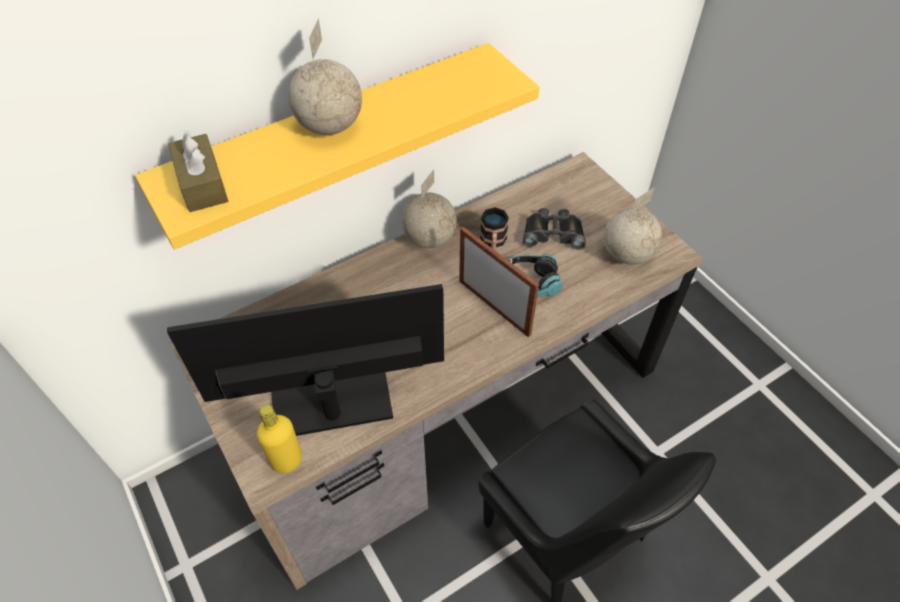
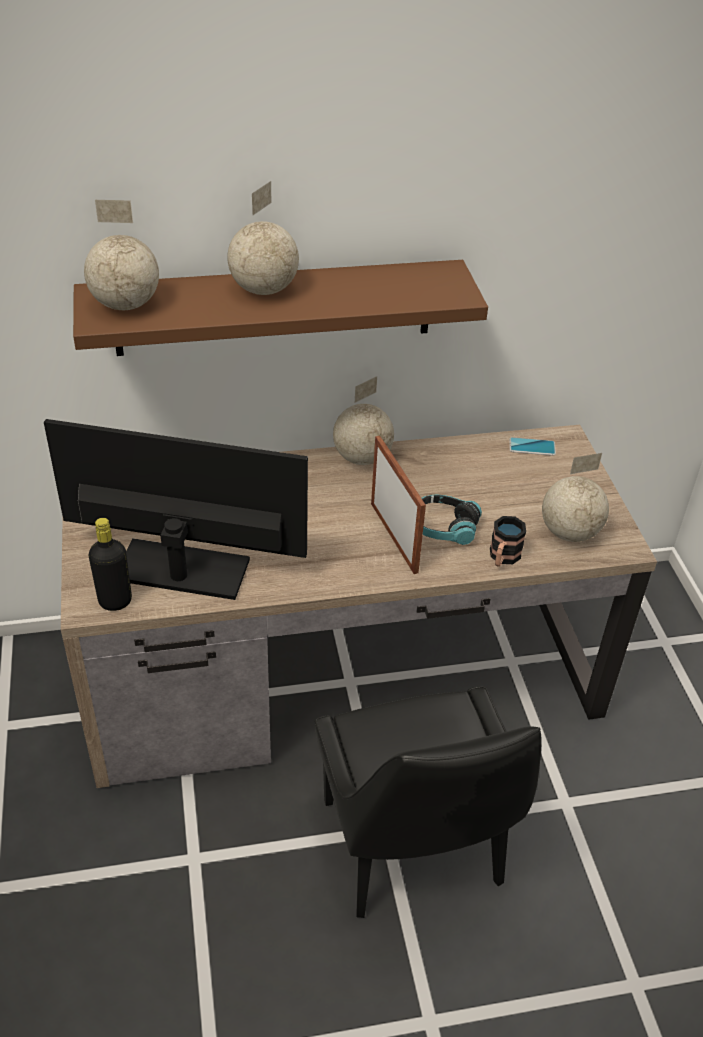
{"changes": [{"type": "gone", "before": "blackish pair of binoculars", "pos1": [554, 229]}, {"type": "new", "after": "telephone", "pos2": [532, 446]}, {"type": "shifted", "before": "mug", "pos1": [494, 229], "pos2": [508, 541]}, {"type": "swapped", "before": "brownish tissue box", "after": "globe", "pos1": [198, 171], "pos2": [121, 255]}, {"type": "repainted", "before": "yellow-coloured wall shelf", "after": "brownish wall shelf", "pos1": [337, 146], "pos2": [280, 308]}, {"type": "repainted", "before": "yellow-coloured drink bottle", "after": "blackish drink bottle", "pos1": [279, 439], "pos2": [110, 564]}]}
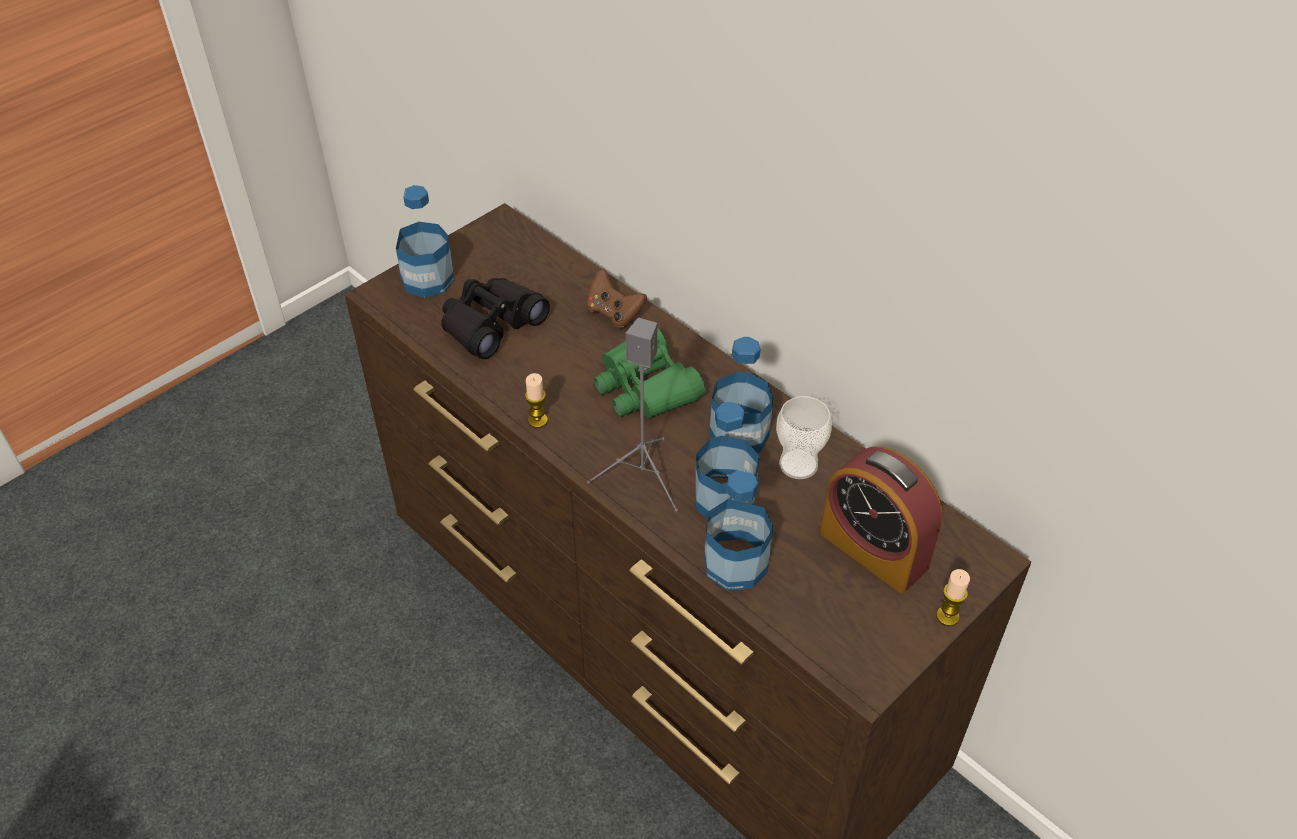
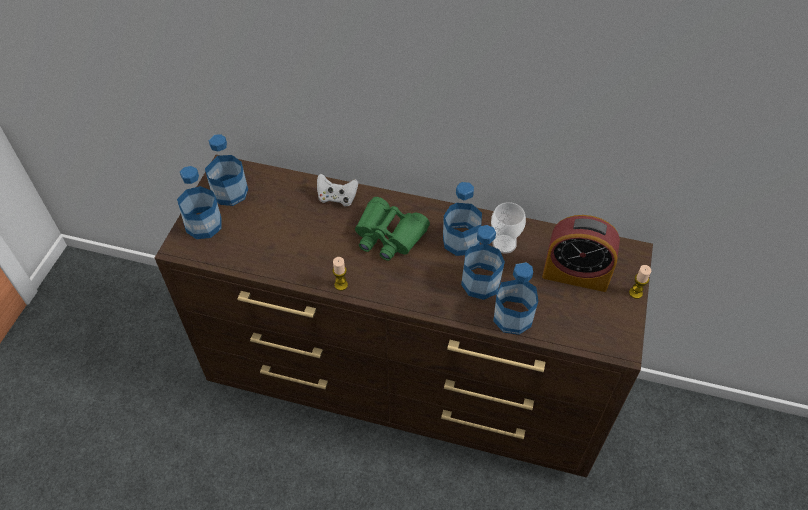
{"changes": [{"type": "gone", "before": "blackish pair of binoculars", "pos1": [495, 318]}, {"type": "gone", "before": "greyish loudspeaker", "pos1": [632, 414]}, {"type": "new", "after": "drink bottle", "pos2": [226, 170]}, {"type": "repainted", "before": "brownish joypad", "after": "white-coloured joypad", "pos1": [617, 298], "pos2": [337, 189]}]}
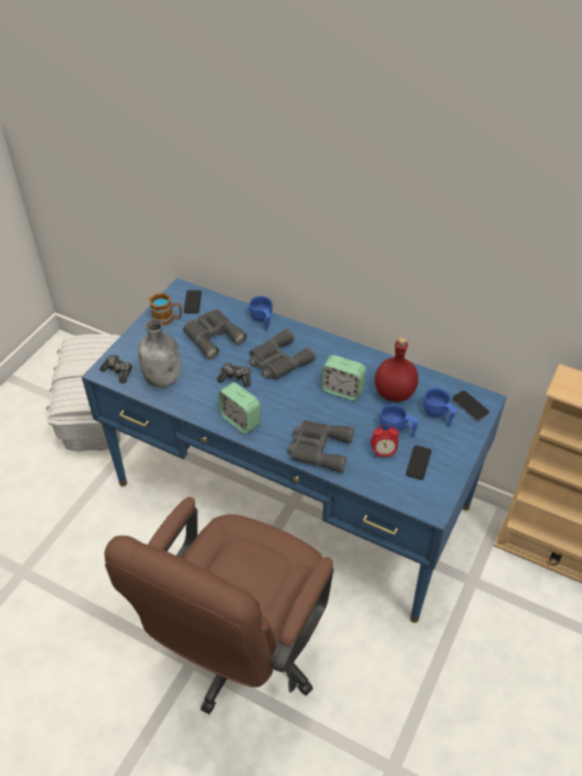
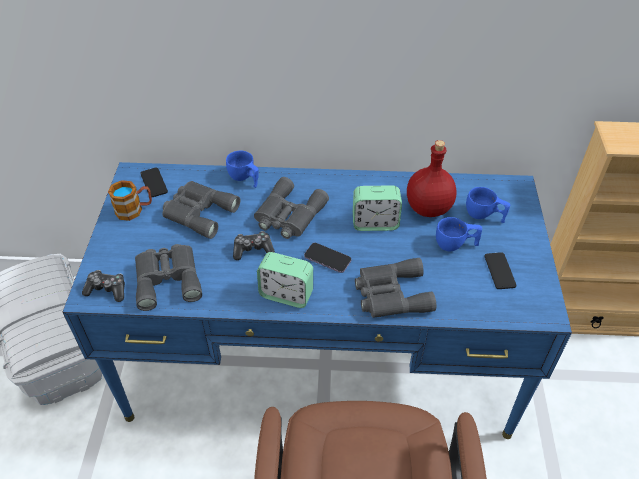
{"changes": [{"type": "gone", "before": "alarm clock", "pos1": [385, 441]}, {"type": "shifted", "before": "telephone", "pos1": [471, 405], "pos2": [327, 258]}, {"type": "swapped", "before": "greyish drink bottle", "after": "greyish pair of binoculars", "pos1": [159, 353], "pos2": [168, 277]}]}
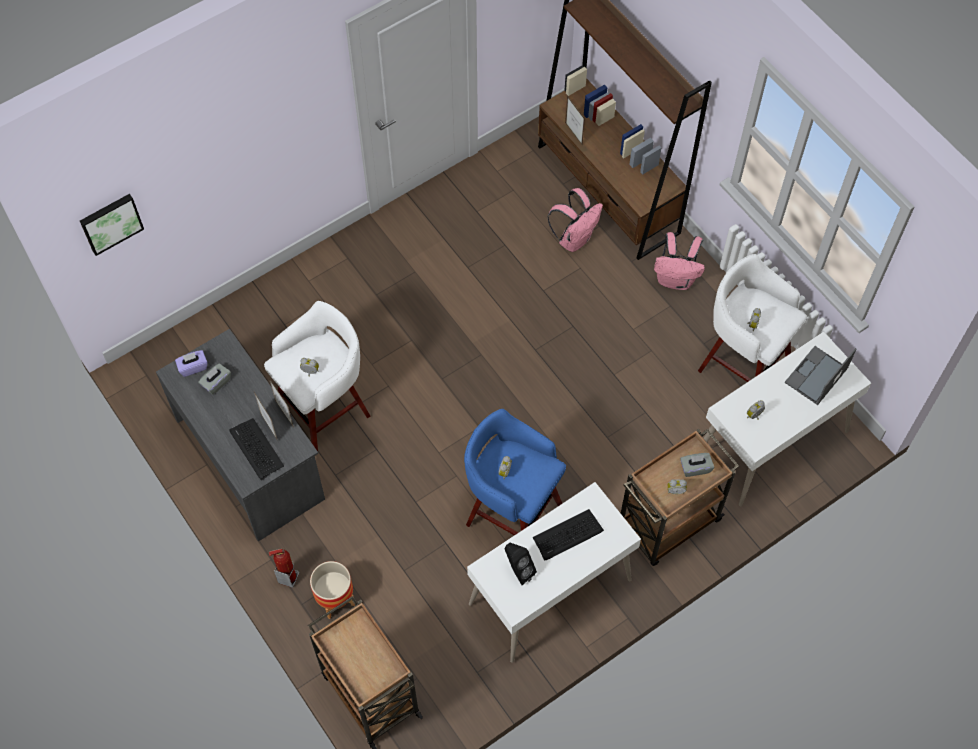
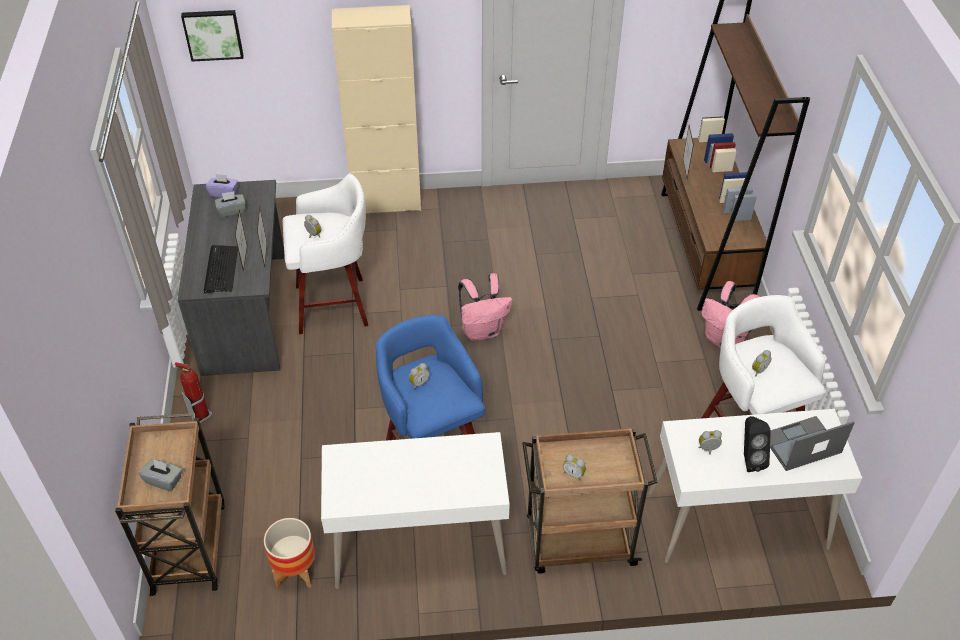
{"changes": [{"type": "gone", "before": "PC keyboard", "pos1": [568, 535]}, {"type": "new", "after": "beige-coloured cupboard", "pos2": [376, 109]}, {"type": "shifted", "before": "planter", "pos1": [332, 590], "pos2": [289, 553]}, {"type": "shifted", "before": "blackish loudspeaker", "pos1": [521, 564], "pos2": [757, 444]}, {"type": "shifted", "before": "pink backpack", "pos1": [575, 220], "pos2": [485, 307]}, {"type": "shifted", "before": "greyish tissue box", "pos1": [697, 465], "pos2": [160, 475]}]}
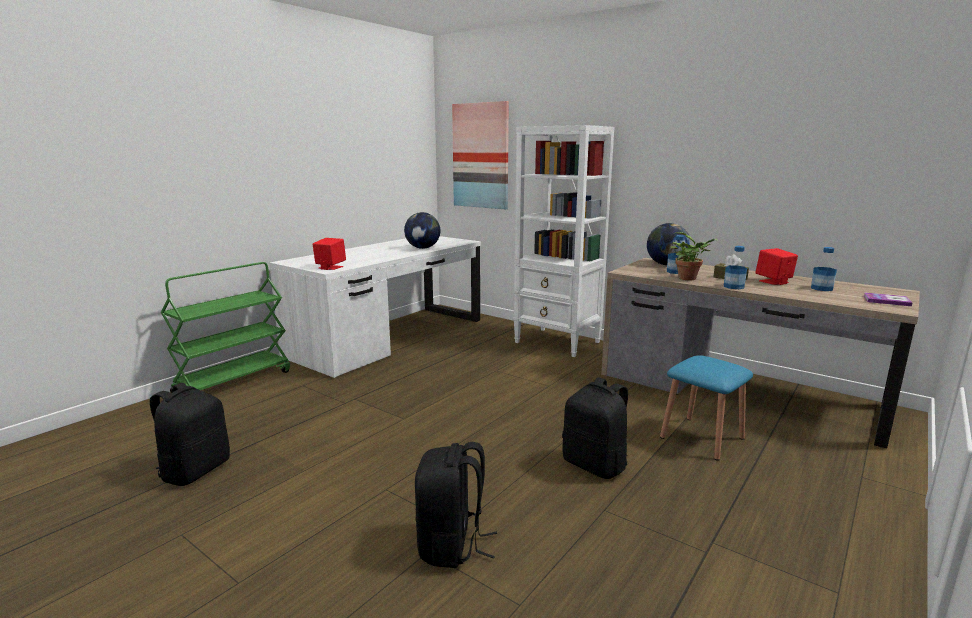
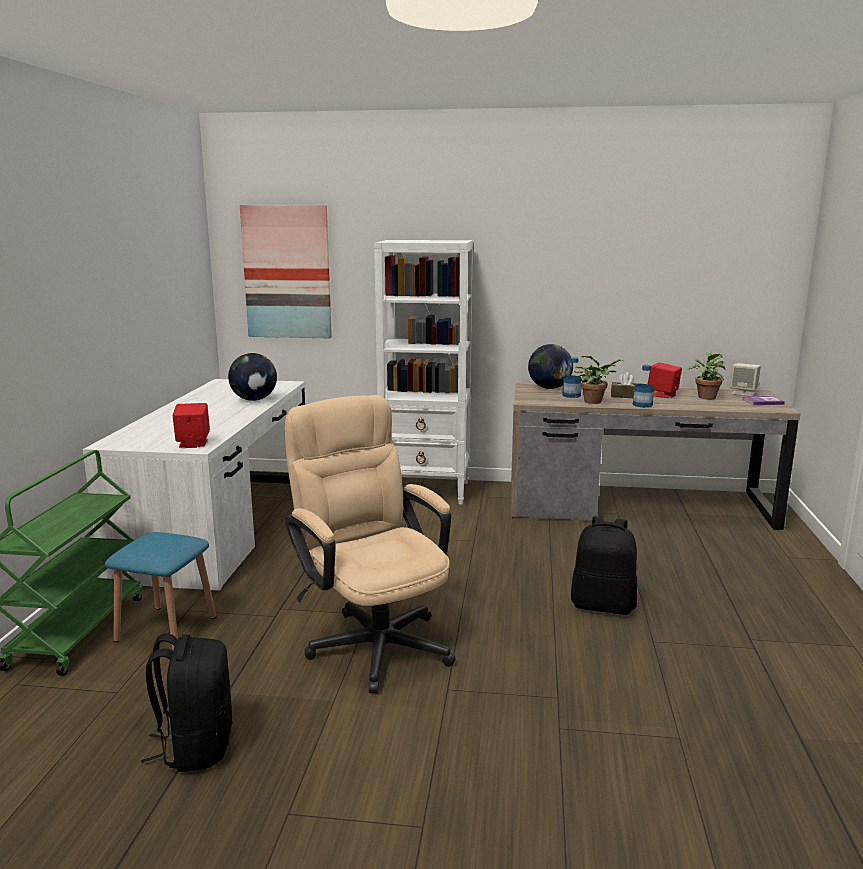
{"changes": [{"type": "gone", "before": "blackish backpack", "pos1": [456, 505]}, {"type": "new", "after": "beige-coloured computer chair", "pos2": [370, 544]}, {"type": "new", "after": "beige-coloured loudspeaker", "pos2": [745, 379]}, {"type": "shifted", "before": "bluish stool", "pos1": [706, 408], "pos2": [161, 591]}, {"type": "swapped", "before": "drink bottle", "after": "plant in a pot", "pos1": [824, 269], "pos2": [706, 375]}]}
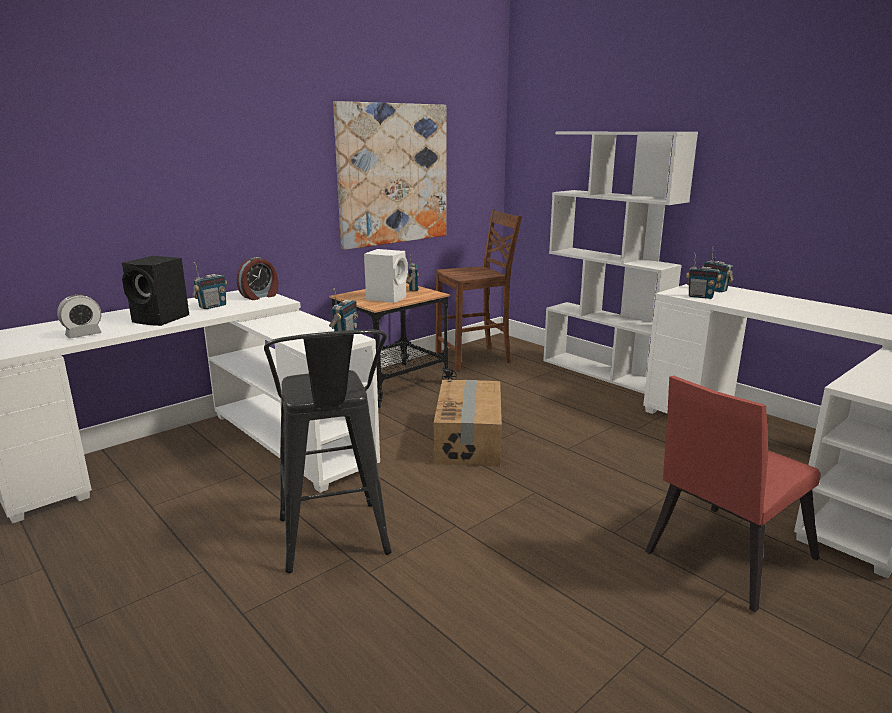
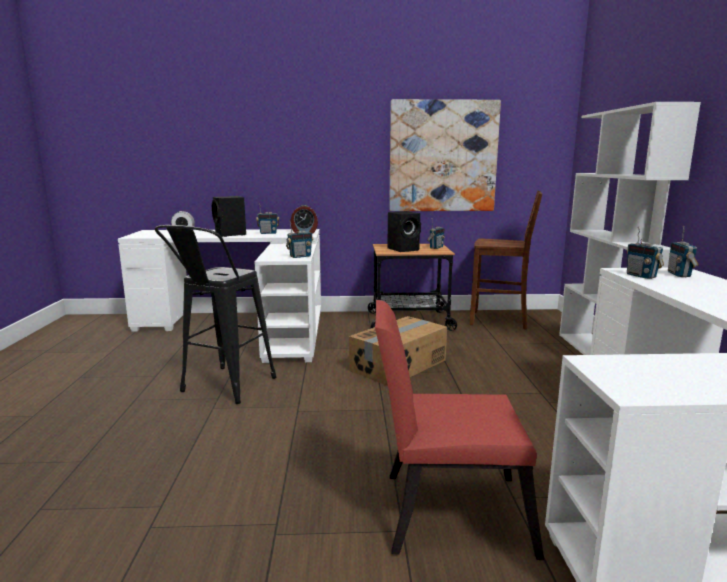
{"changes": [{"type": "repainted", "before": "white-coloured loudspeaker", "after": "blackish loudspeaker", "pos1": [386, 276], "pos2": [404, 231]}]}
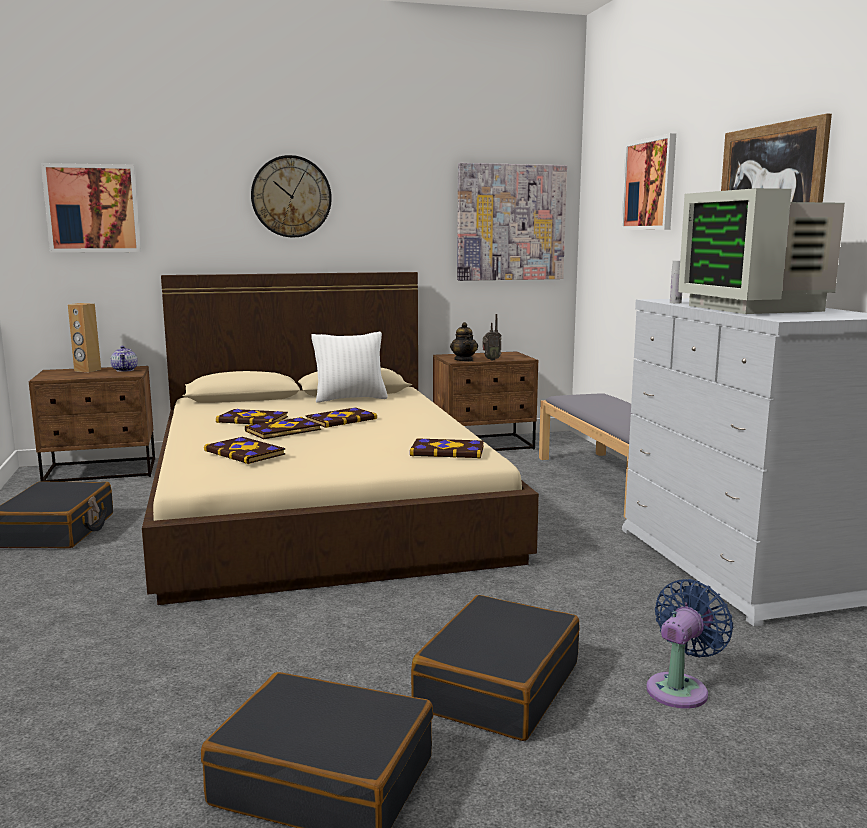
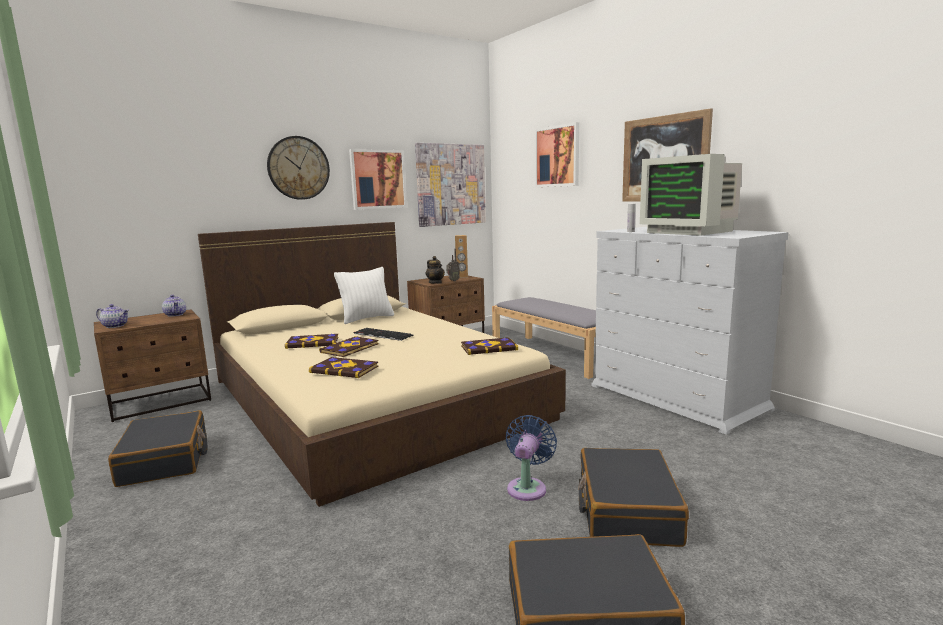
{"changes": [{"type": "new", "after": "tea pot", "pos2": [112, 316]}, {"type": "shifted", "before": "wall art", "pos1": [91, 208], "pos2": [378, 179]}, {"type": "shifted", "before": "brownish loudspeaker", "pos1": [84, 337], "pos2": [461, 256]}, {"type": "shifted", "before": "bluish fan", "pos1": [689, 644], "pos2": [531, 458]}, {"type": "swapped", "before": "volume", "after": "PC keyboard", "pos1": [341, 417], "pos2": [383, 334]}]}
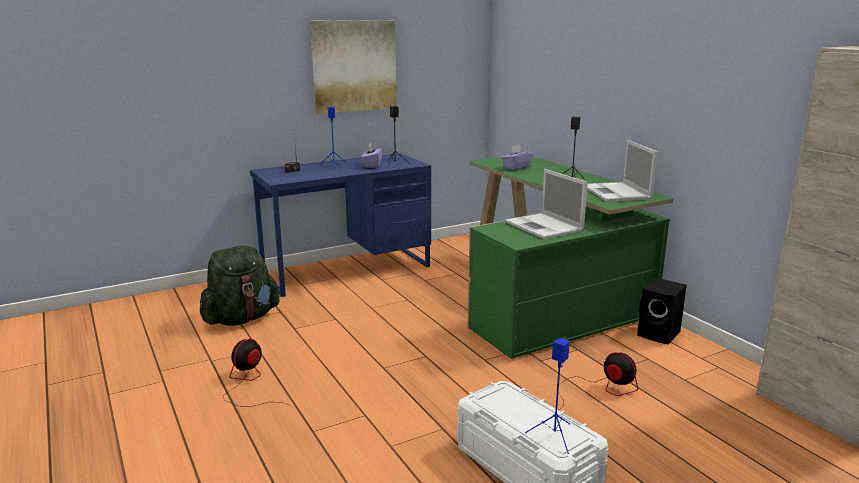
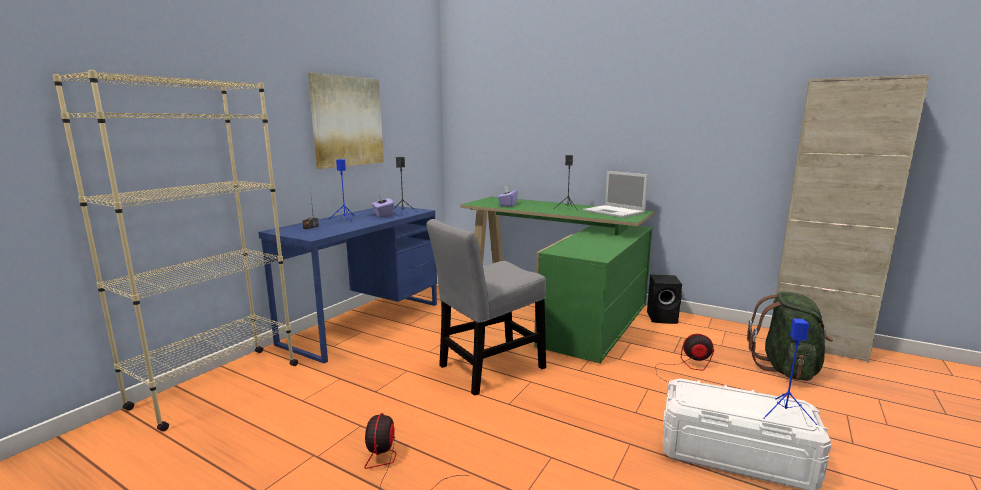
{"changes": [{"type": "gone", "before": "notebook computer", "pos1": [546, 204]}, {"type": "new", "after": "beige-coloured bookcase", "pos2": [175, 250]}, {"type": "new", "after": "greyish plain chair", "pos2": [486, 307]}, {"type": "shifted", "before": "green backpack", "pos1": [240, 285], "pos2": [790, 336]}]}
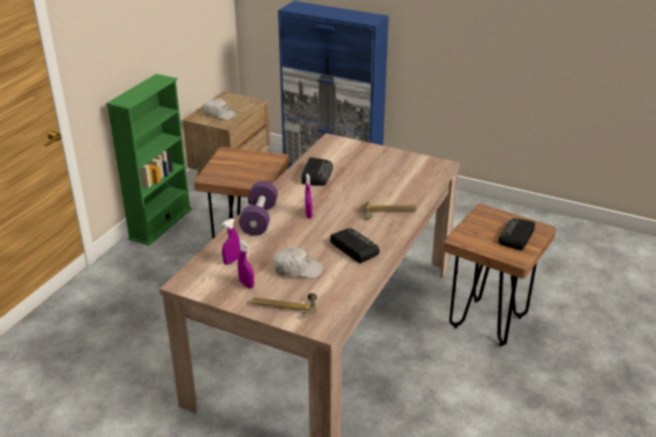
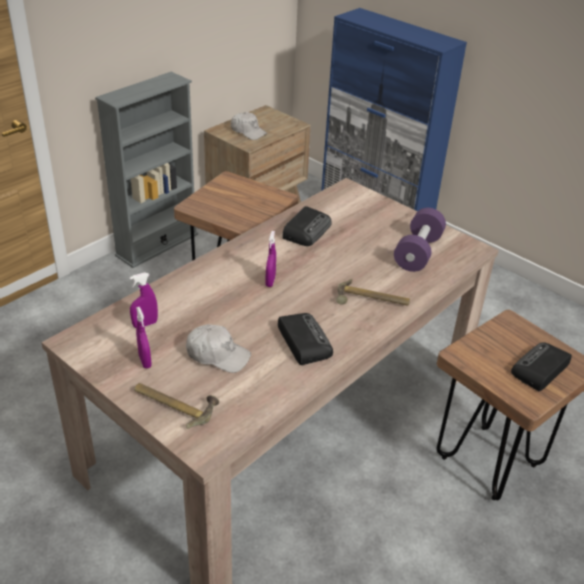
{"changes": [{"type": "shifted", "before": "purplish free weight", "pos1": [258, 208], "pos2": [420, 240]}, {"type": "repainted", "before": "green bookcase", "after": "greyish bookcase", "pos1": [149, 160], "pos2": [146, 170]}]}
